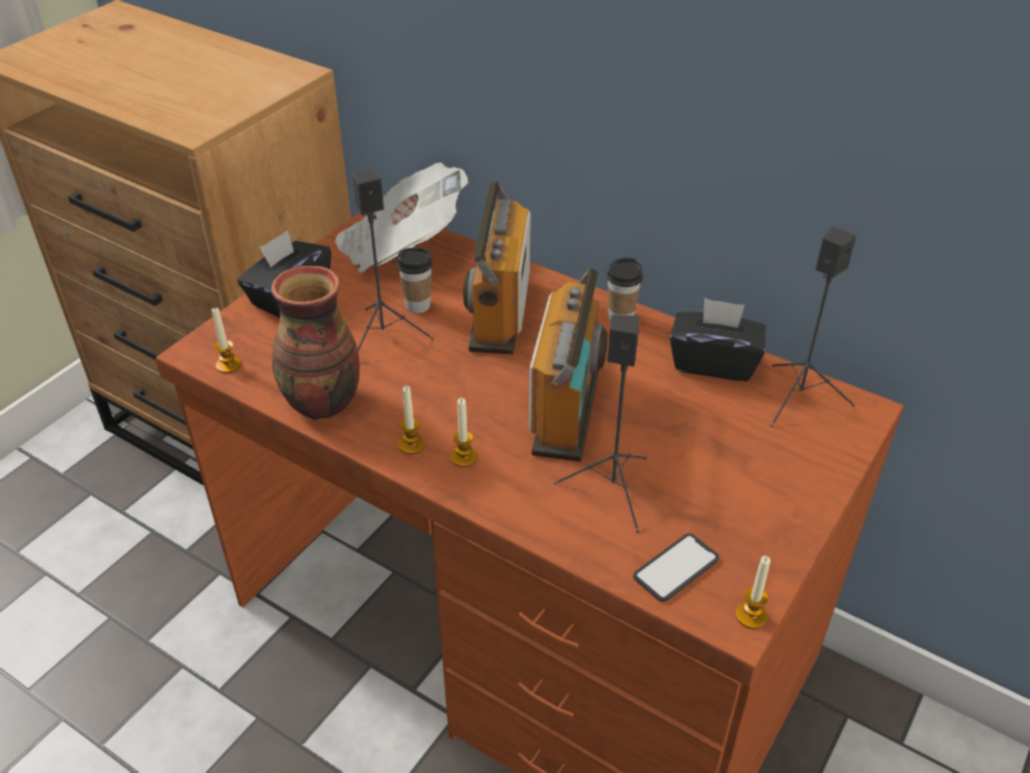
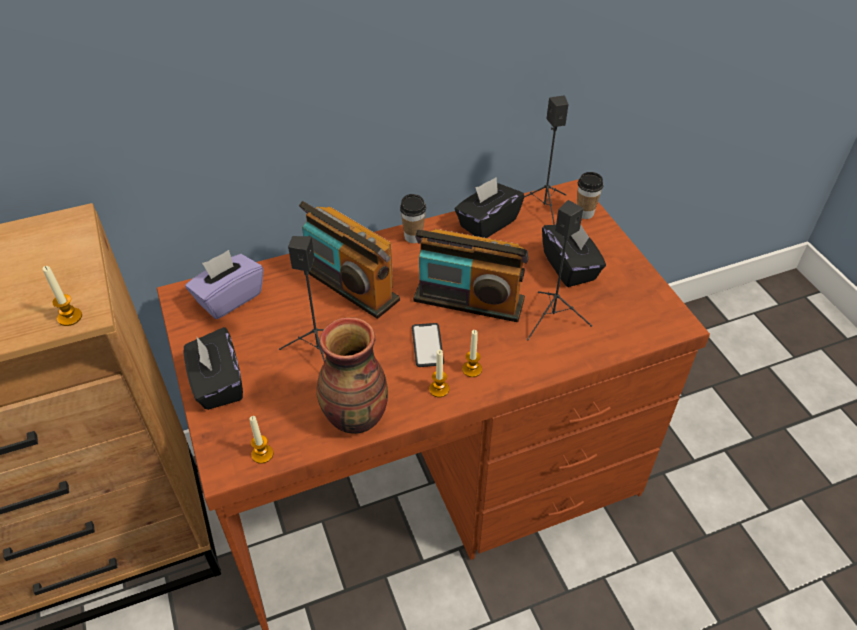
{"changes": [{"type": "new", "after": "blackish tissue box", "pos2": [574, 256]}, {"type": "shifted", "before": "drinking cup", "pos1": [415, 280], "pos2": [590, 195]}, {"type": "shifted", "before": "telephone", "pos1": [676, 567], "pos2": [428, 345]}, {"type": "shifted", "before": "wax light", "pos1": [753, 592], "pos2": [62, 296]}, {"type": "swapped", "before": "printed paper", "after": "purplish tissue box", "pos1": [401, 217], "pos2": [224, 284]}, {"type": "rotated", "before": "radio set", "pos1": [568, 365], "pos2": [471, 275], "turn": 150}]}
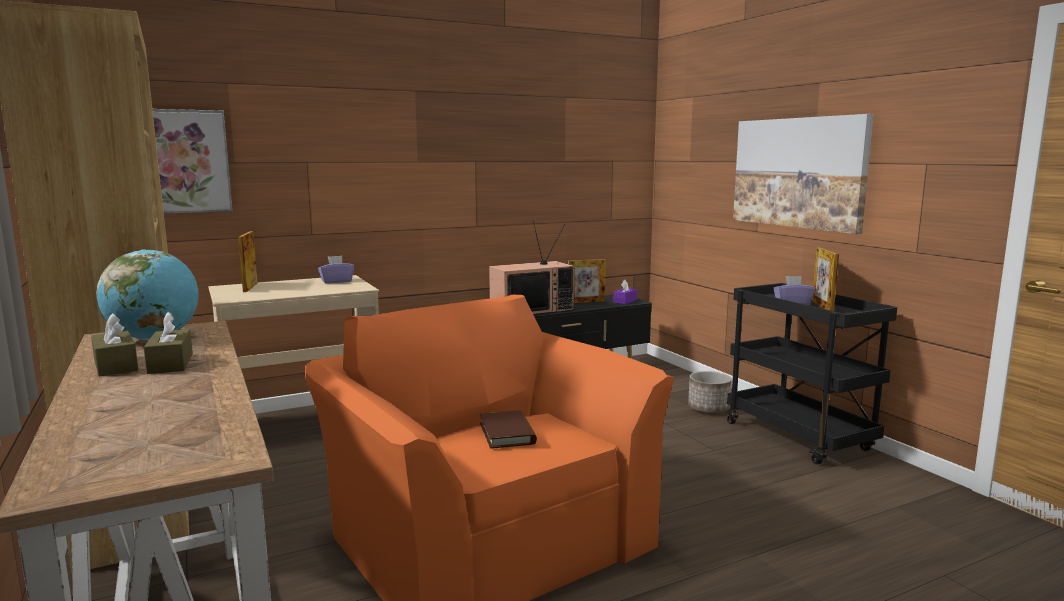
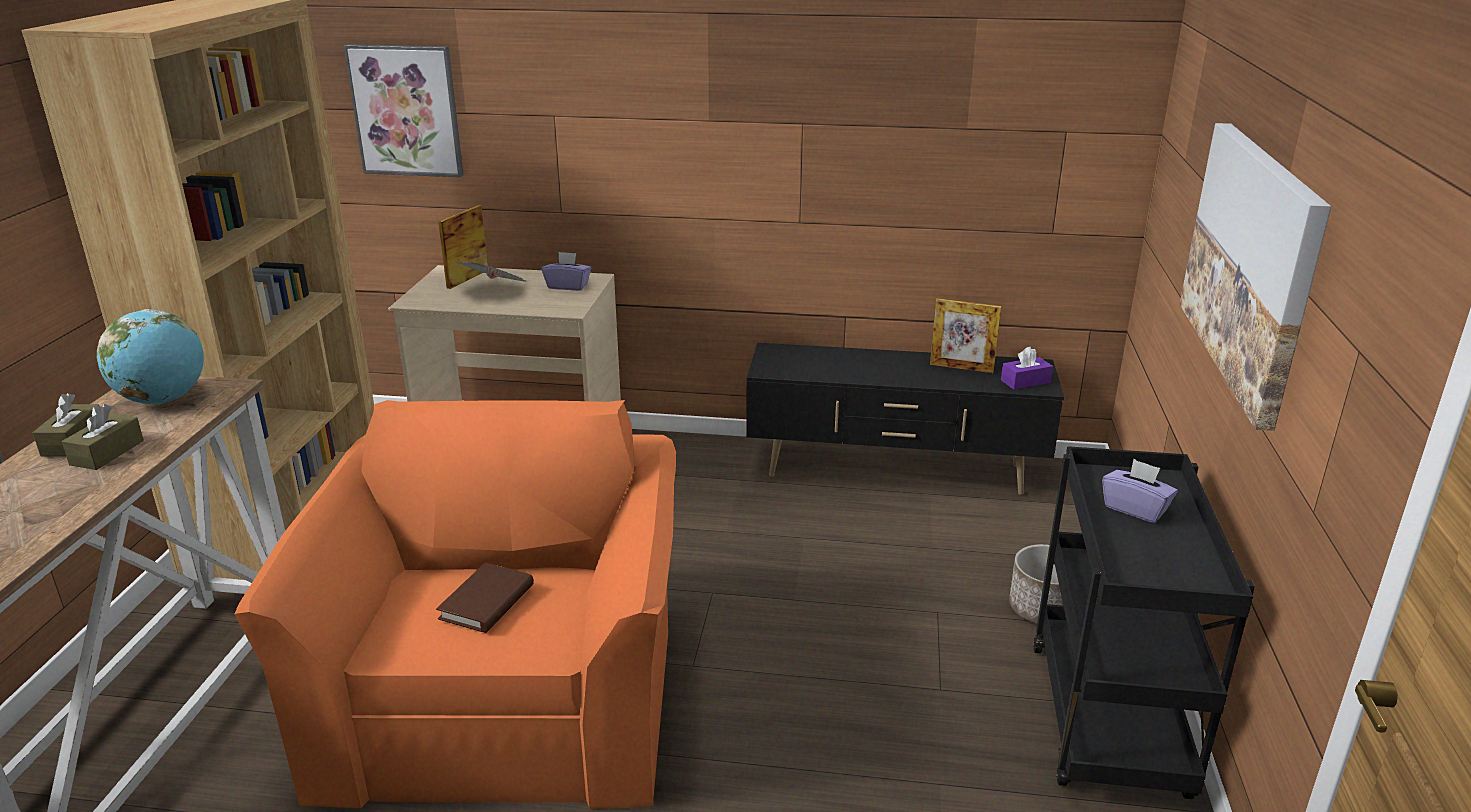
{"changes": [{"type": "gone", "before": "television", "pos1": [531, 267]}, {"type": "gone", "before": "standing frame", "pos1": [825, 279]}, {"type": "new", "after": "printed paper", "pos2": [490, 271]}]}
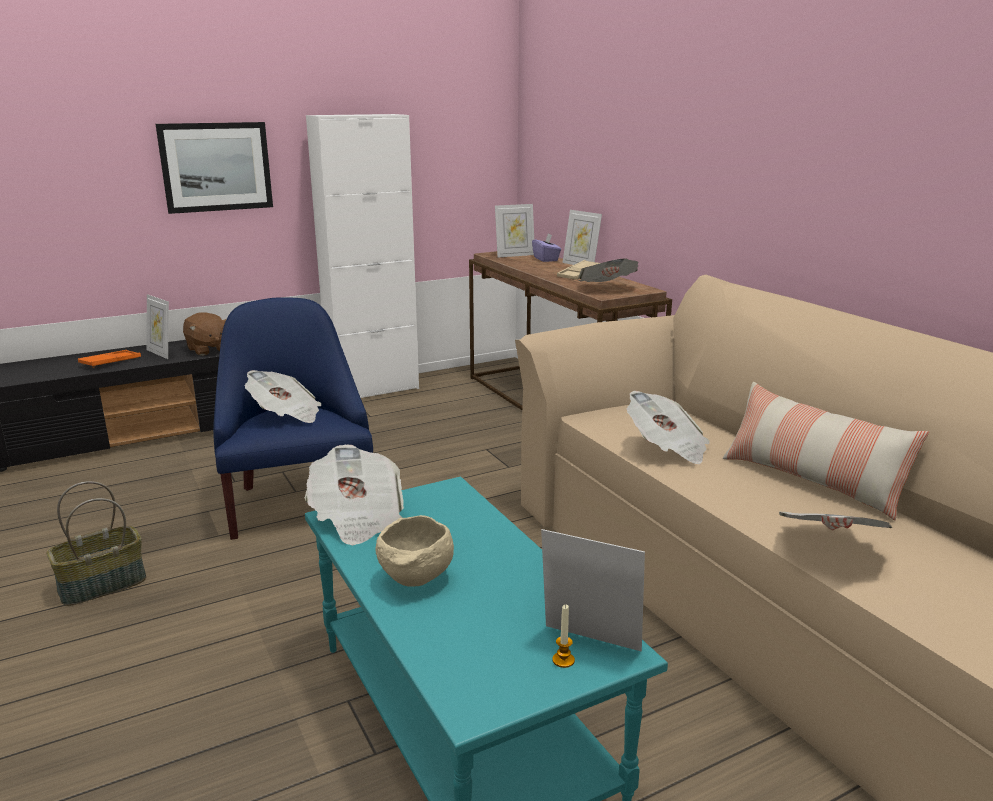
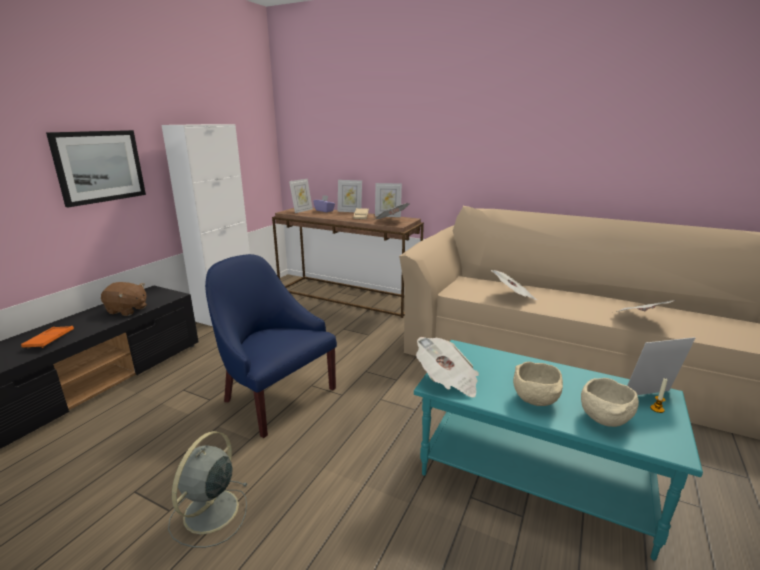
{"changes": [{"type": "gone", "before": "printed paper", "pos1": [283, 396]}, {"type": "gone", "before": "pillow", "pos1": [826, 451]}, {"type": "new", "after": "beige-coloured serving bowl", "pos2": [610, 402]}, {"type": "shifted", "before": "standing frame", "pos1": [157, 326], "pos2": [388, 200]}, {"type": "swapped", "before": "storage basket", "after": "greyish fan", "pos1": [96, 543], "pos2": [208, 489]}]}
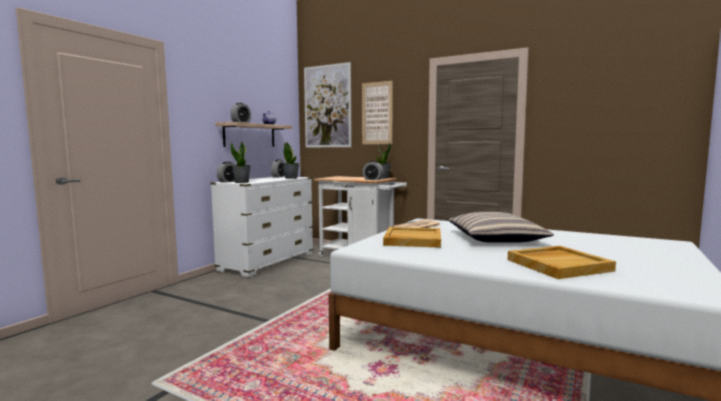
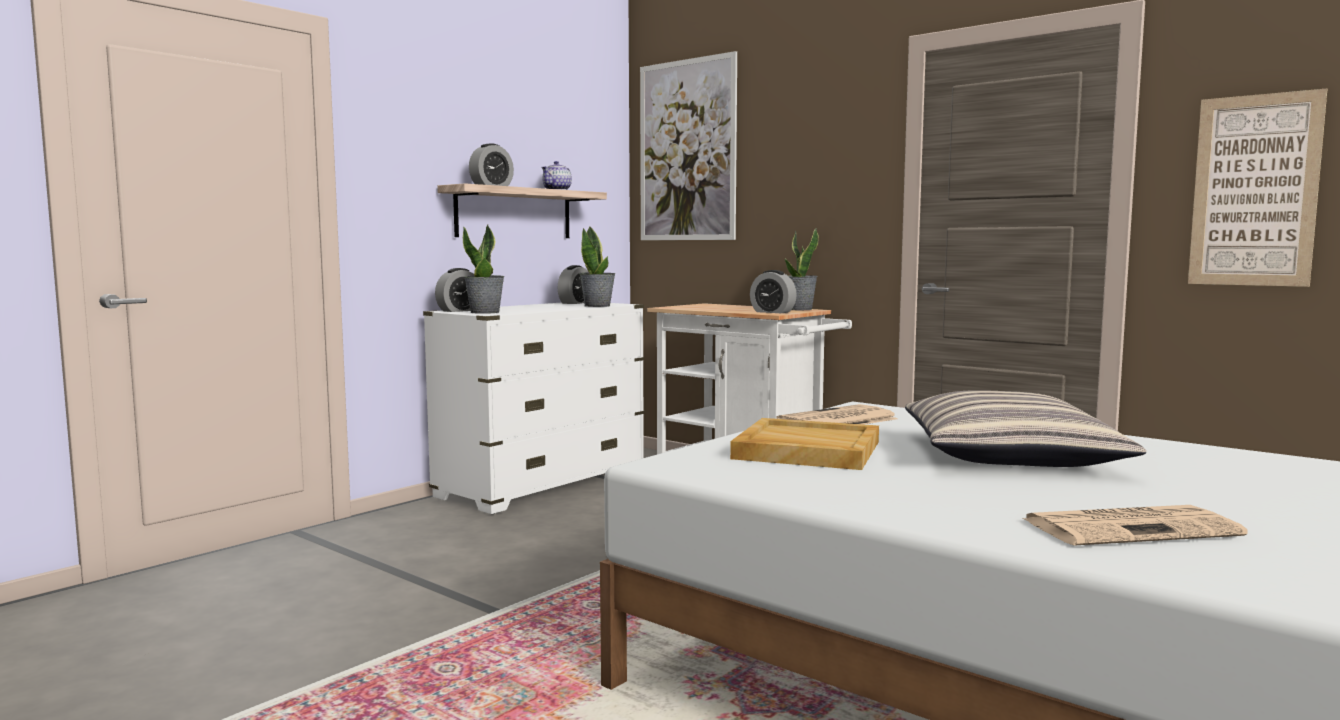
{"changes": [{"type": "shifted", "before": "wall art", "pos1": [377, 112], "pos2": [1257, 188]}, {"type": "swapped", "before": "beige-coloured carrying tray", "after": "printed paper", "pos1": [562, 262], "pos2": [1135, 525]}]}
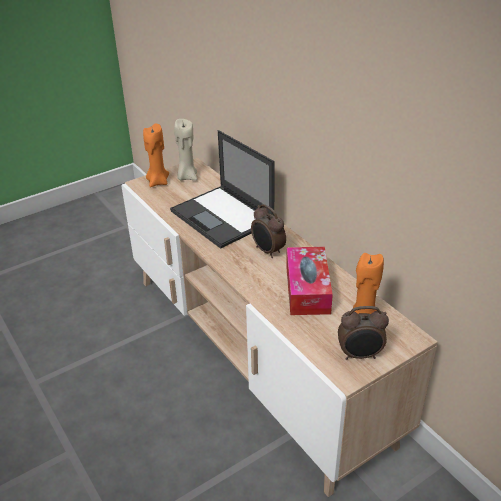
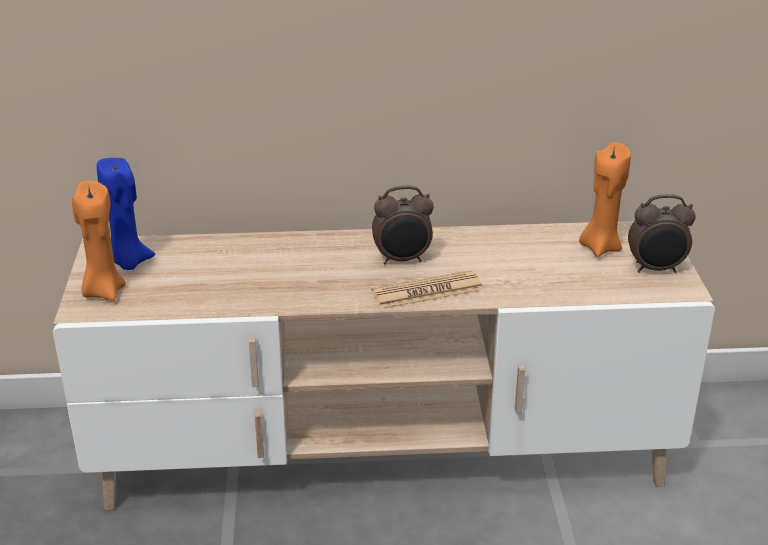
{"changes": [{"type": "gone", "before": "notebook computer", "pos1": [222, 189]}, {"type": "gone", "before": "tissue box", "pos1": [309, 281]}, {"type": "new", "after": "printed paper", "pos2": [427, 289]}, {"type": "repainted", "before": "beige-coloured wax light", "after": "bluish wax light", "pos1": [185, 150], "pos2": [126, 214]}, {"type": "rotated", "before": "alarm clock", "pos1": [363, 333], "pos2": [662, 233], "turn": 60}]}
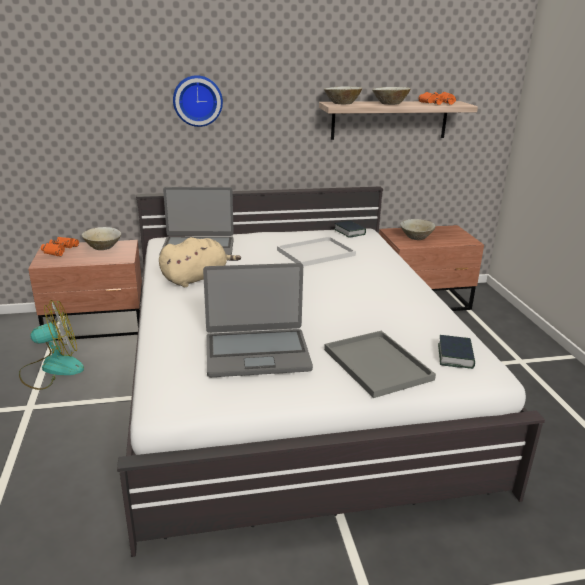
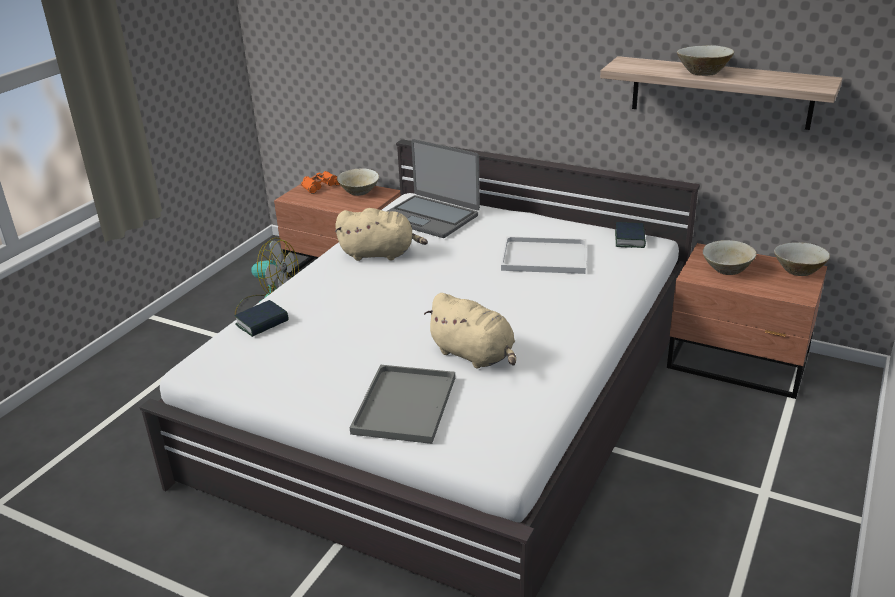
{"changes": [{"type": "gone", "before": "wall clock", "pos1": [198, 101]}, {"type": "gone", "before": "notebook computer", "pos1": [258, 320]}, {"type": "gone", "before": "orange-coloured pair of binoculars", "pos1": [437, 98]}, {"type": "new", "after": "beige-coloured soft toy", "pos2": [470, 331]}, {"type": "shifted", "before": "beige-coloured serving bowl", "pos1": [343, 95], "pos2": [802, 259]}, {"type": "shifted", "before": "volume", "pos1": [456, 352], "pos2": [261, 318]}]}
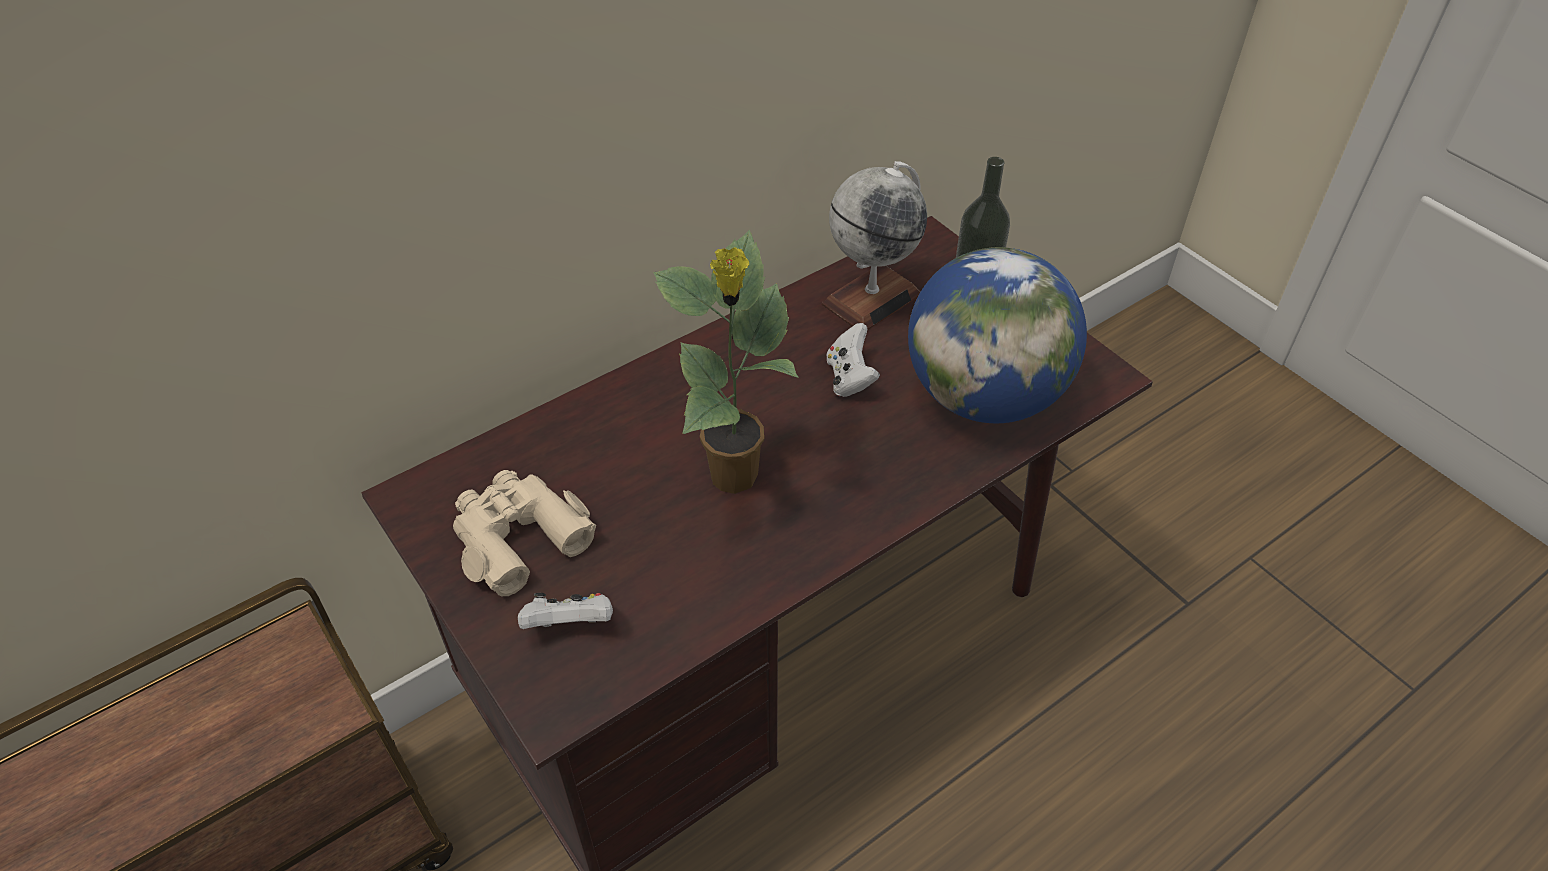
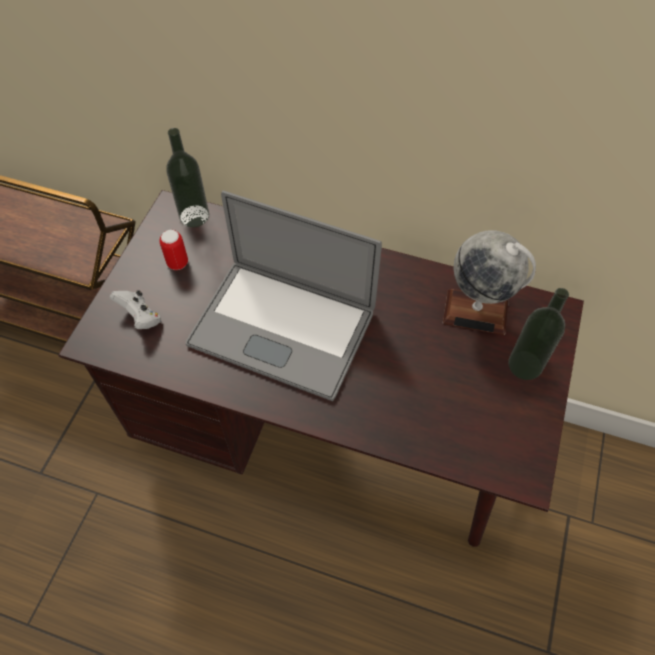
{"changes": [{"type": "gone", "before": "white-coloured joypad", "pos1": [853, 360]}, {"type": "gone", "before": "globe", "pos1": [997, 335]}, {"type": "new", "after": "drink bottle", "pos2": [187, 177]}, {"type": "swapped", "before": "beige-coloured pair of binoculars", "after": "metal can", "pos1": [524, 533], "pos2": [174, 250]}, {"type": "swapped", "before": "plant in a pot", "after": "notebook computer", "pos1": [726, 362], "pos2": [283, 295]}]}
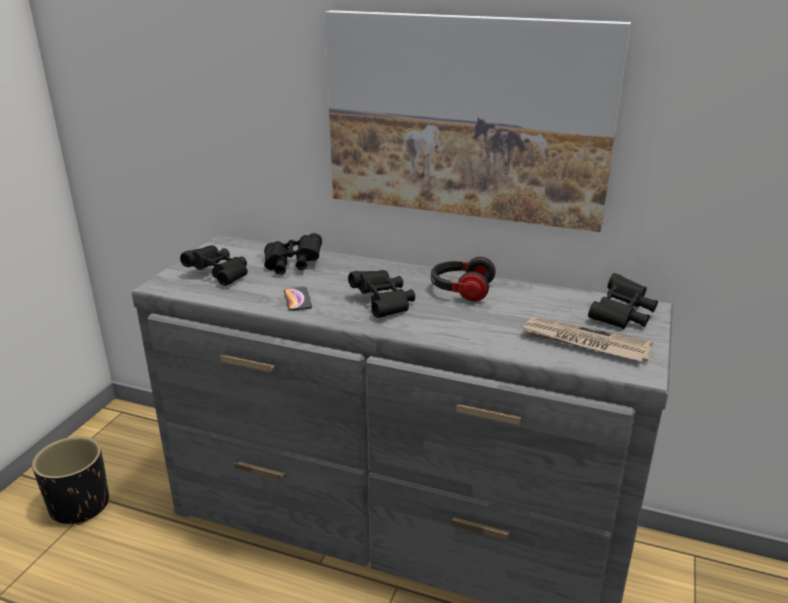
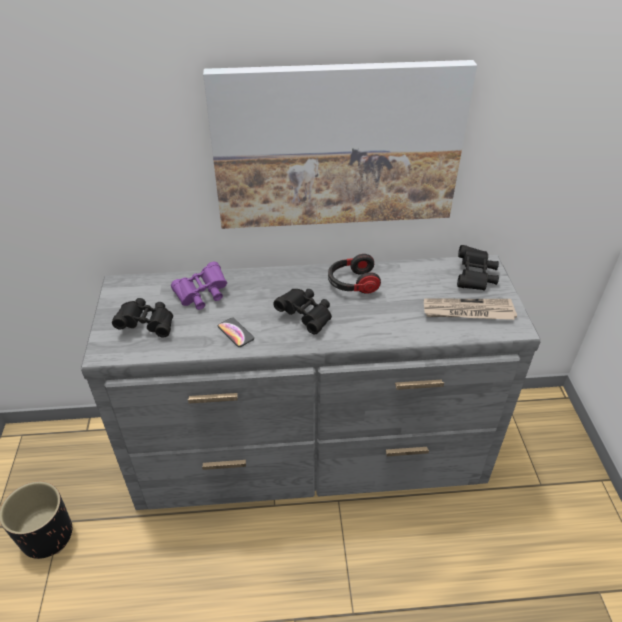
{"changes": [{"type": "repainted", "before": "blackish pair of binoculars", "after": "purplish pair of binoculars", "pos1": [293, 254], "pos2": [199, 286]}]}
